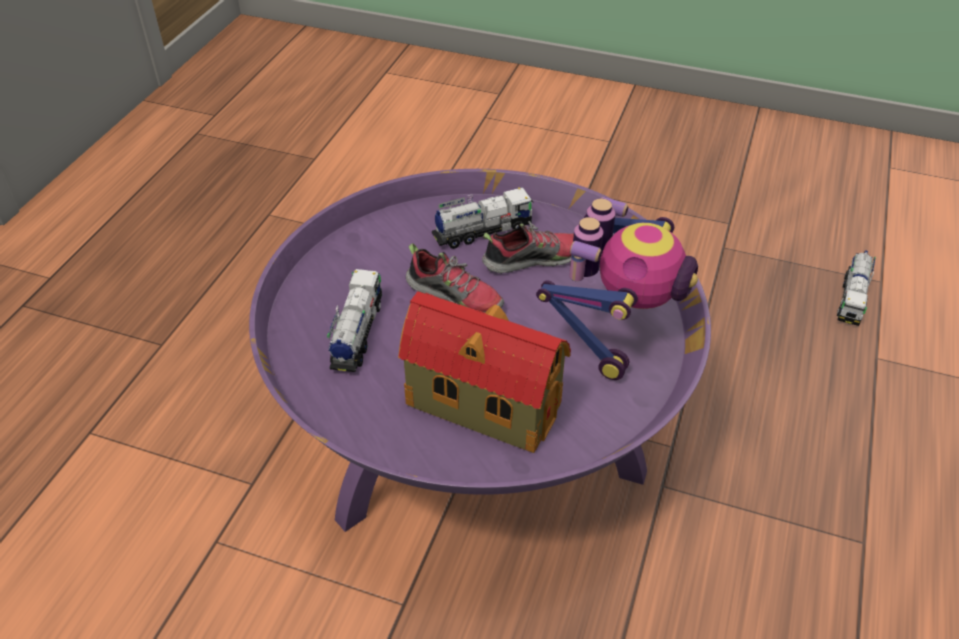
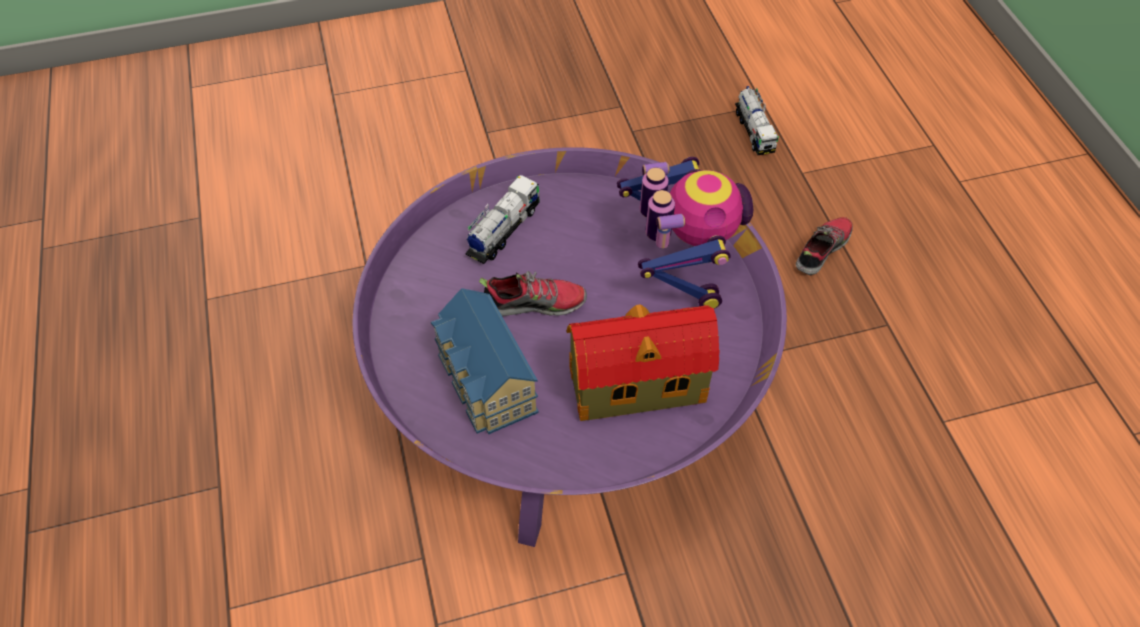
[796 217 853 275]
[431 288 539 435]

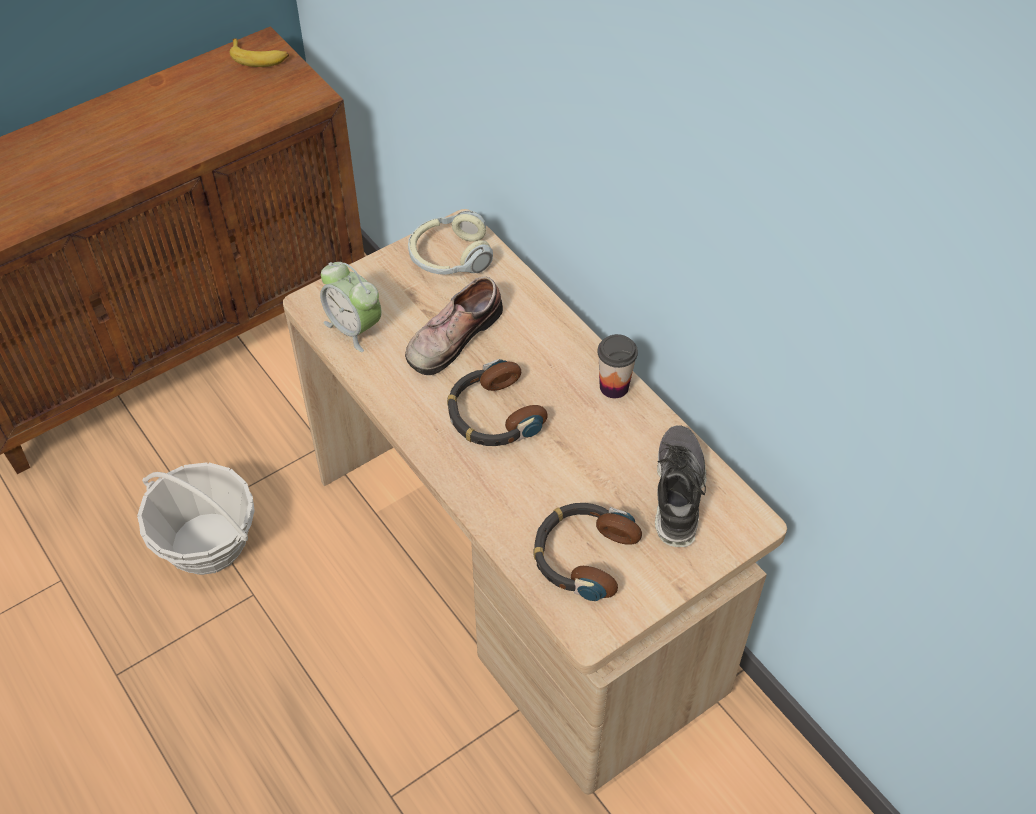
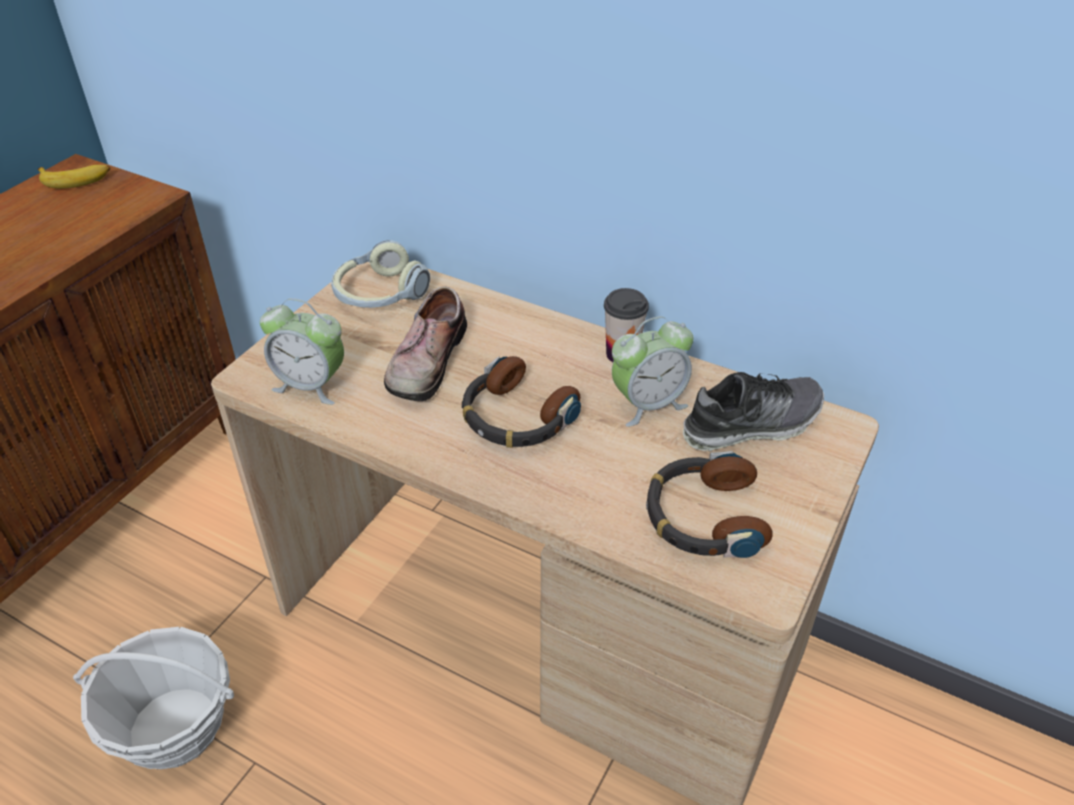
[612 316 694 427]
[683 372 824 451]

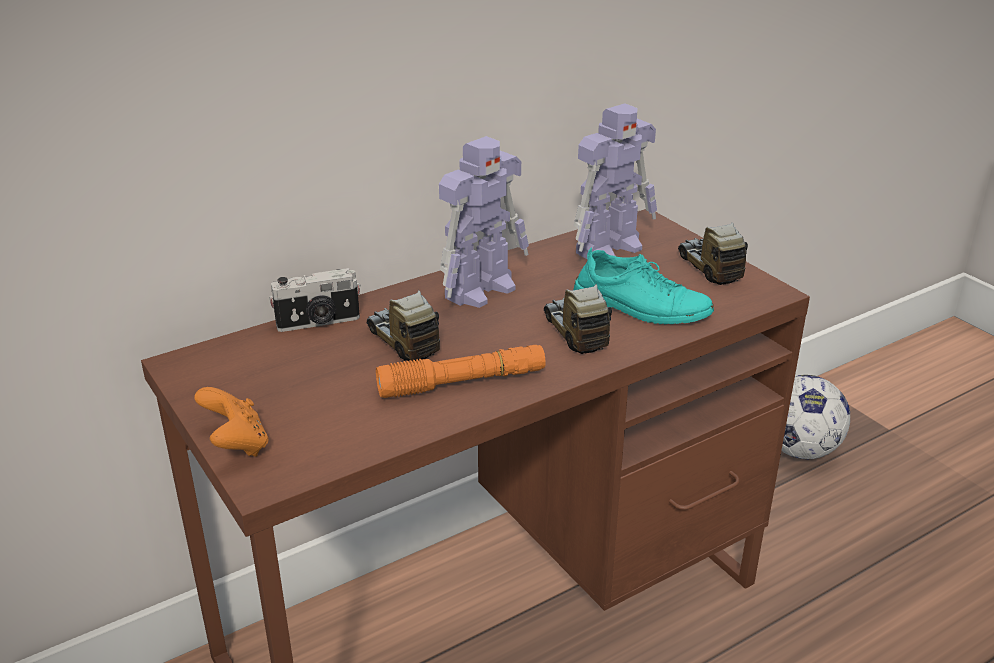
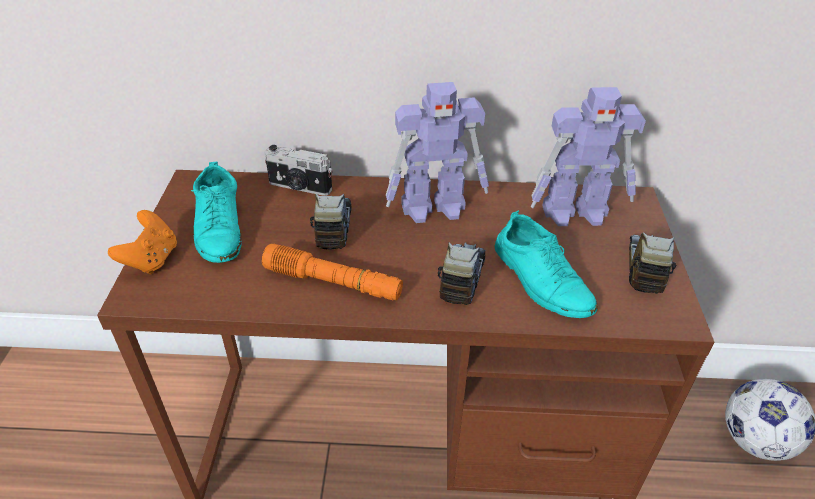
[191 161 242 263]

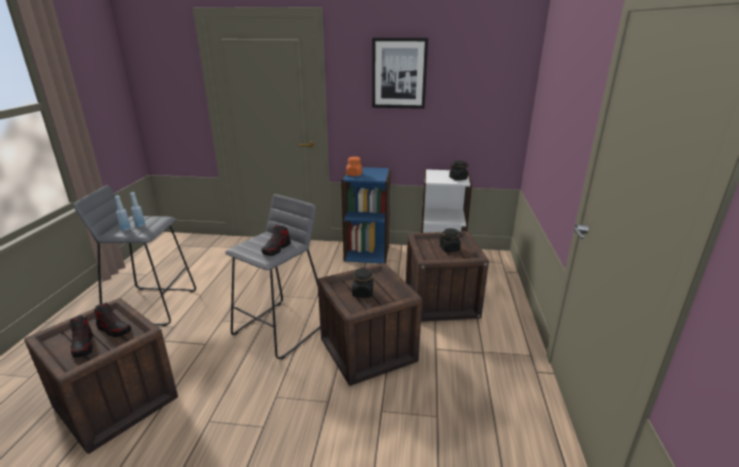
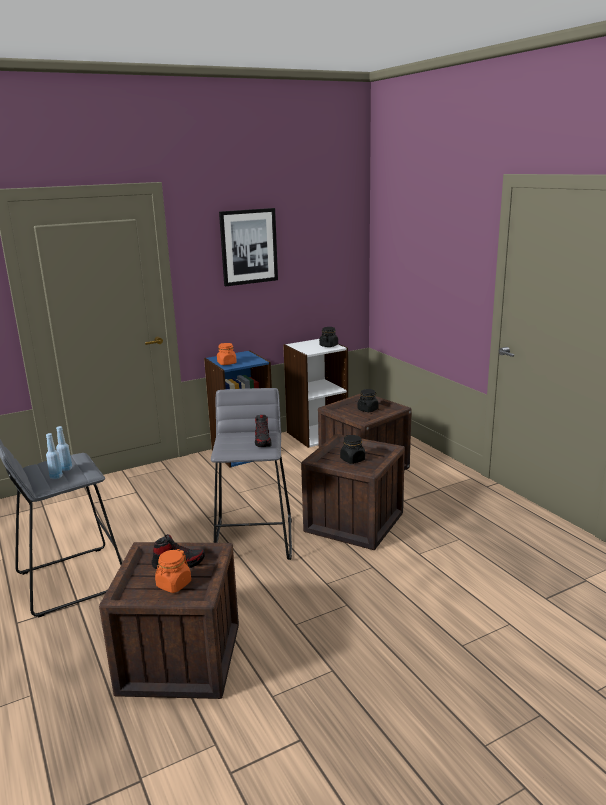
[155 549 191 593]

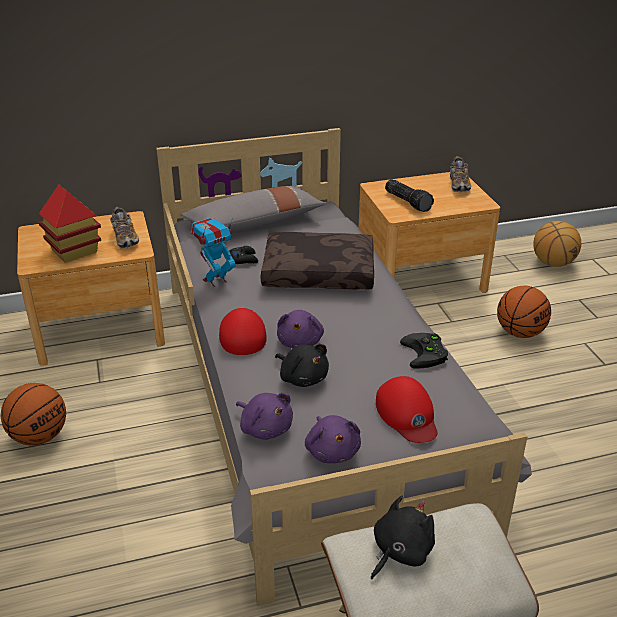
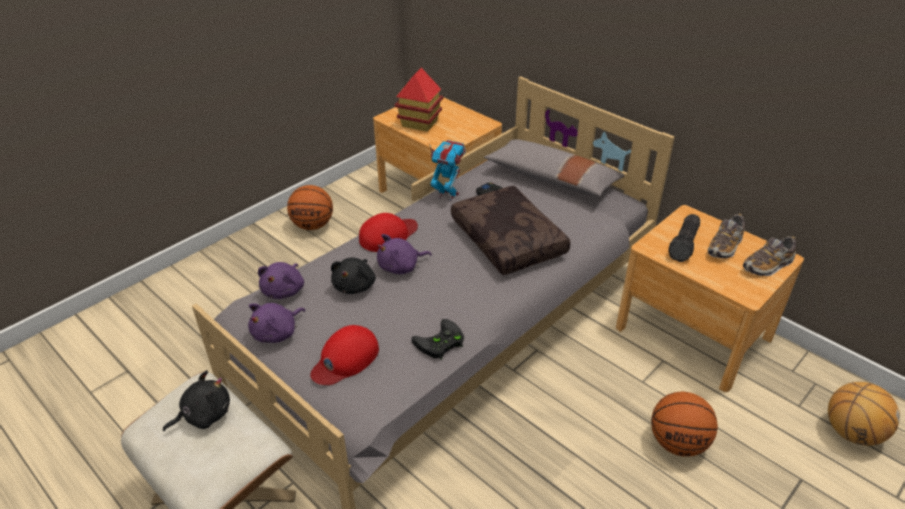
[708 213 745 259]
[163 370 230 431]

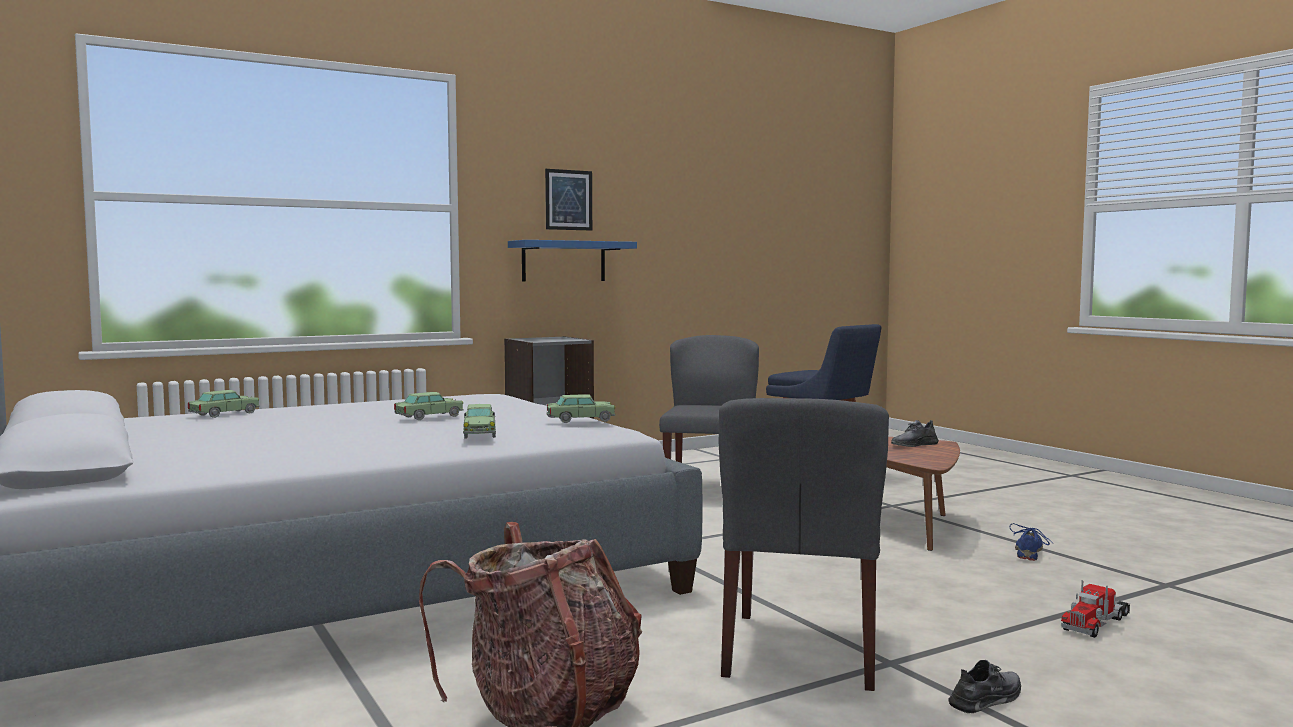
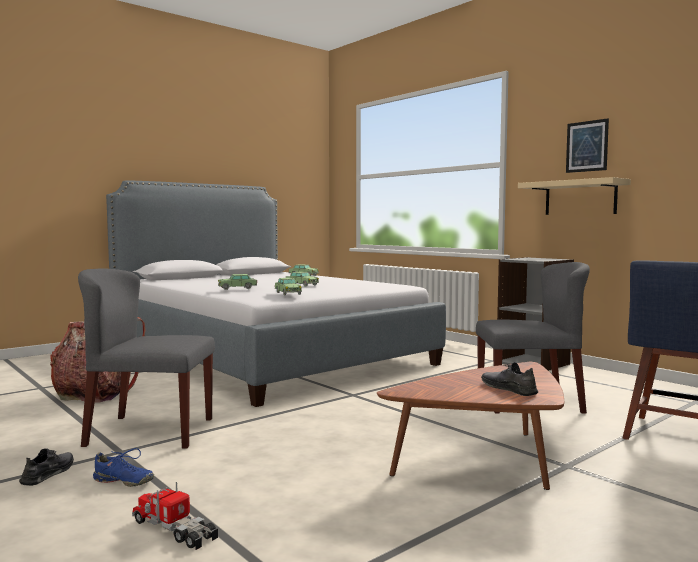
[93 448 154 487]
[518 177 631 215]
[19 448 74 486]

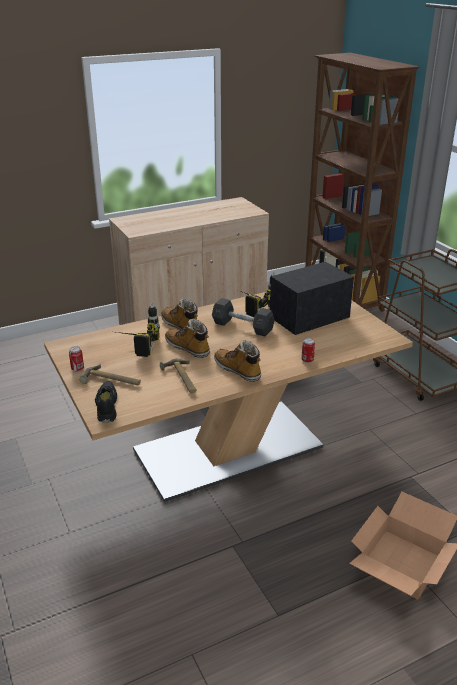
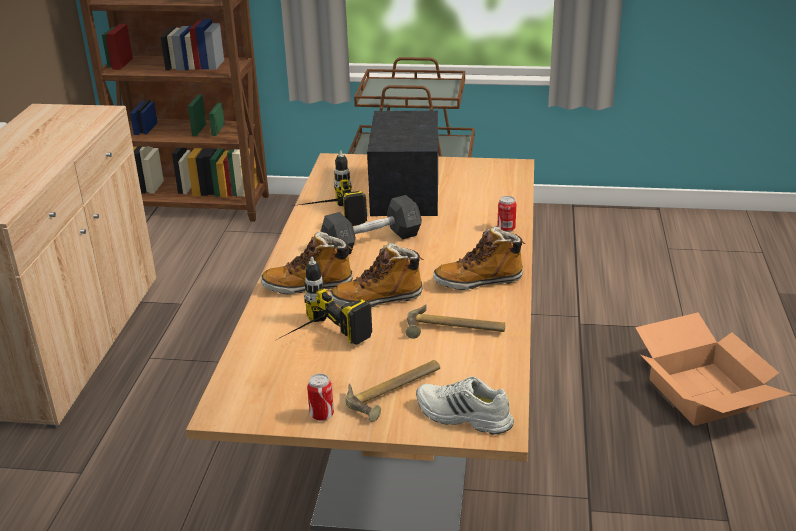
[416 376 514 434]

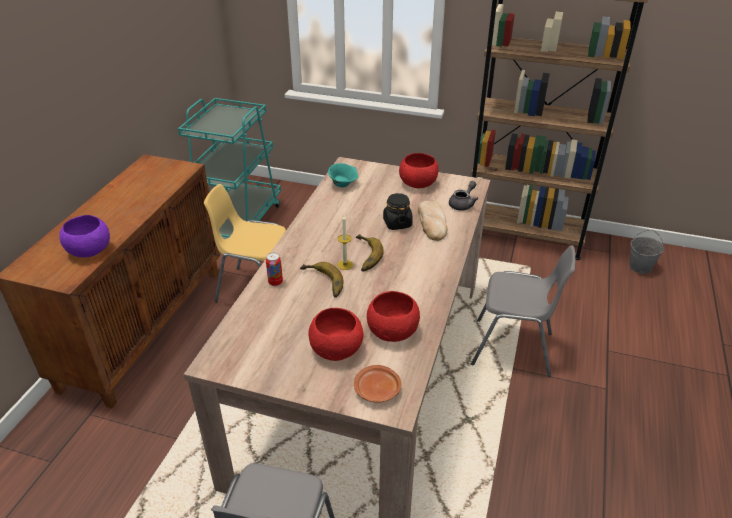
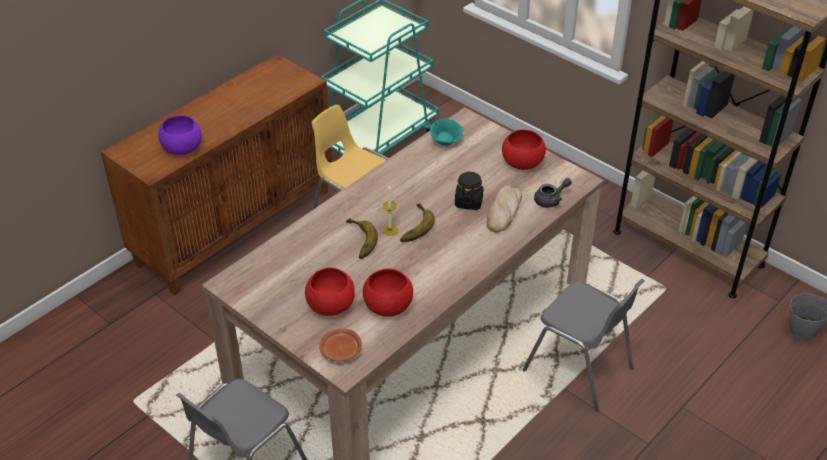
[266 253 283 286] (first image)

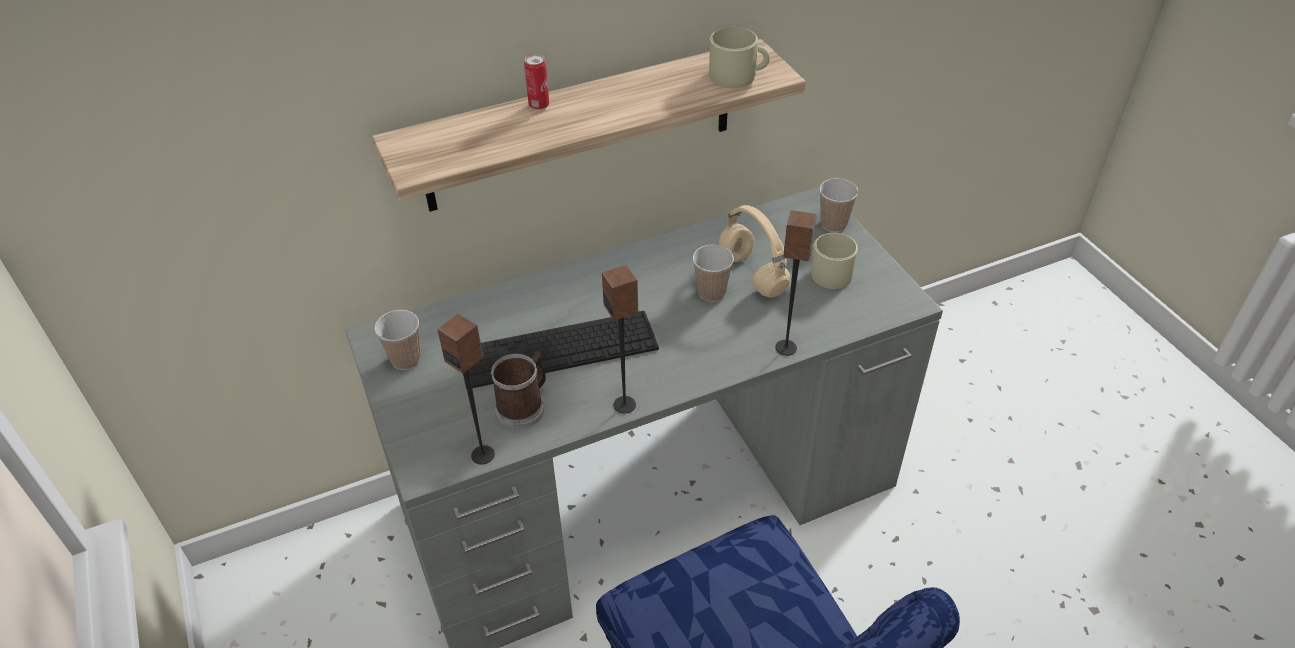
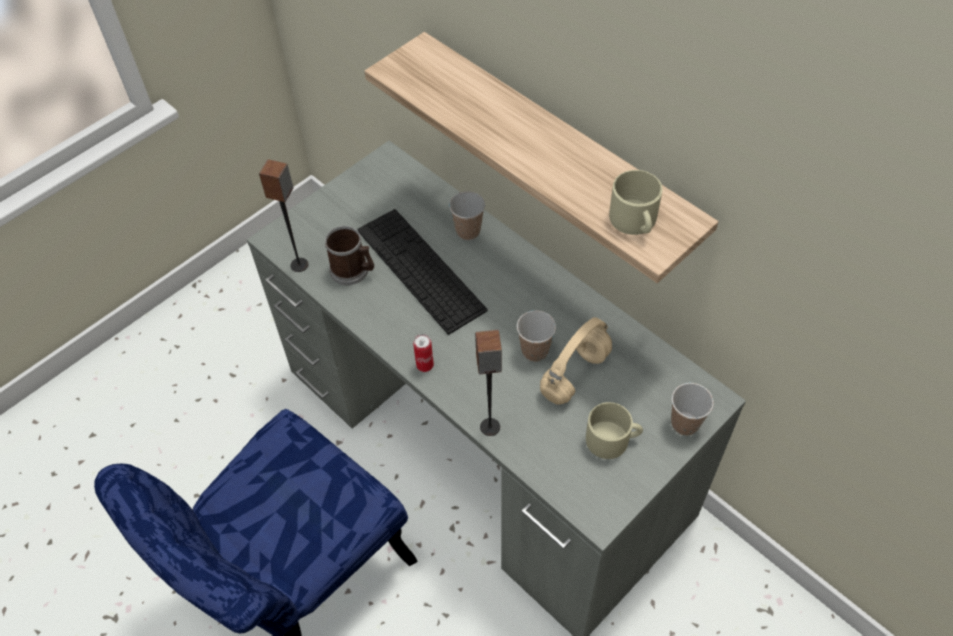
[602 265 638 414] (first image)
[449 191 485 240]
[413 334 434 372]

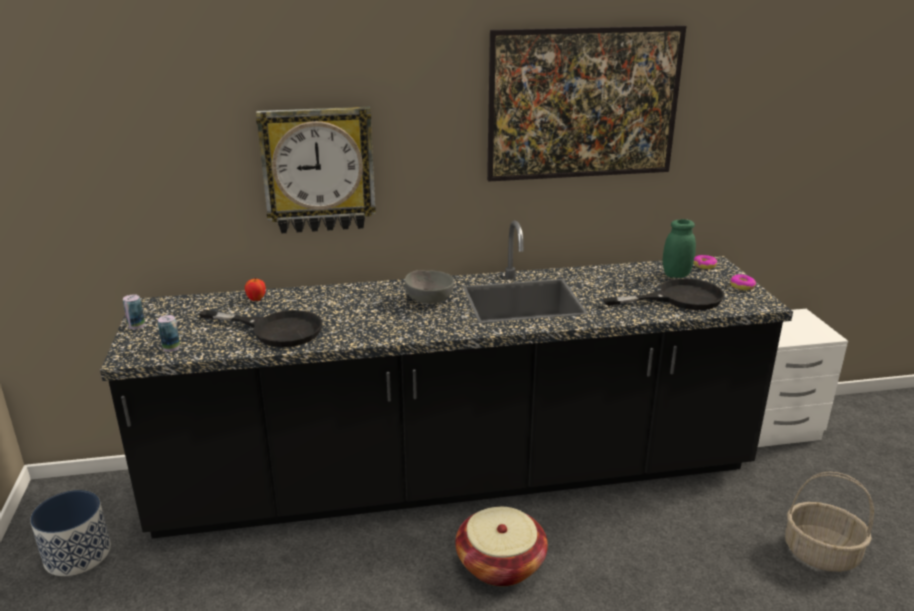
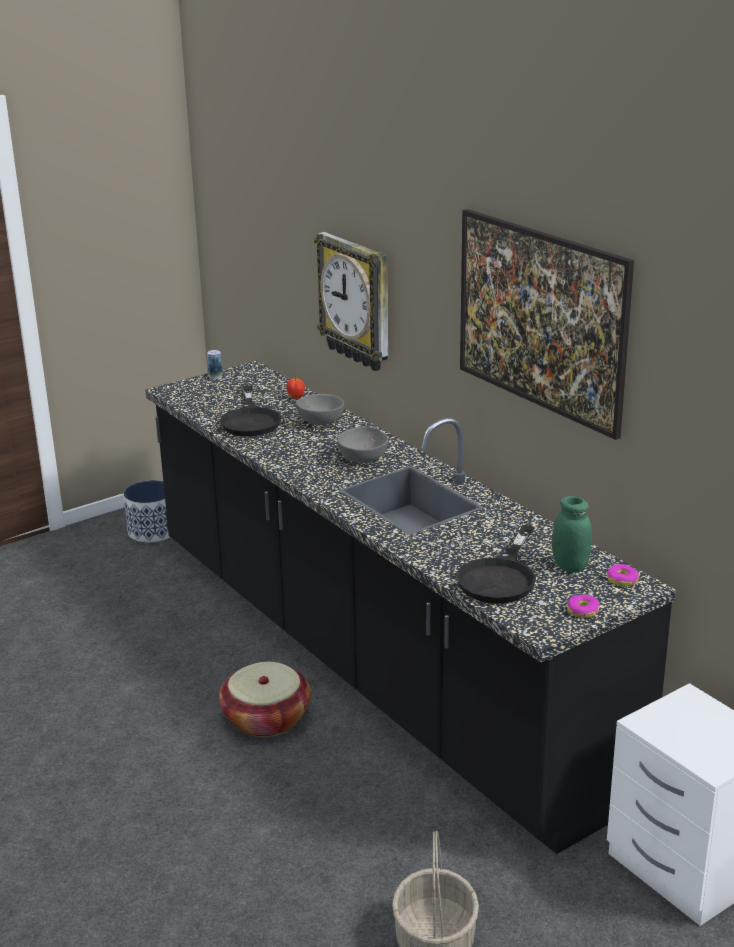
[158 315 180 352] (first image)
[296 394 344 425]
[457 525 536 604]

